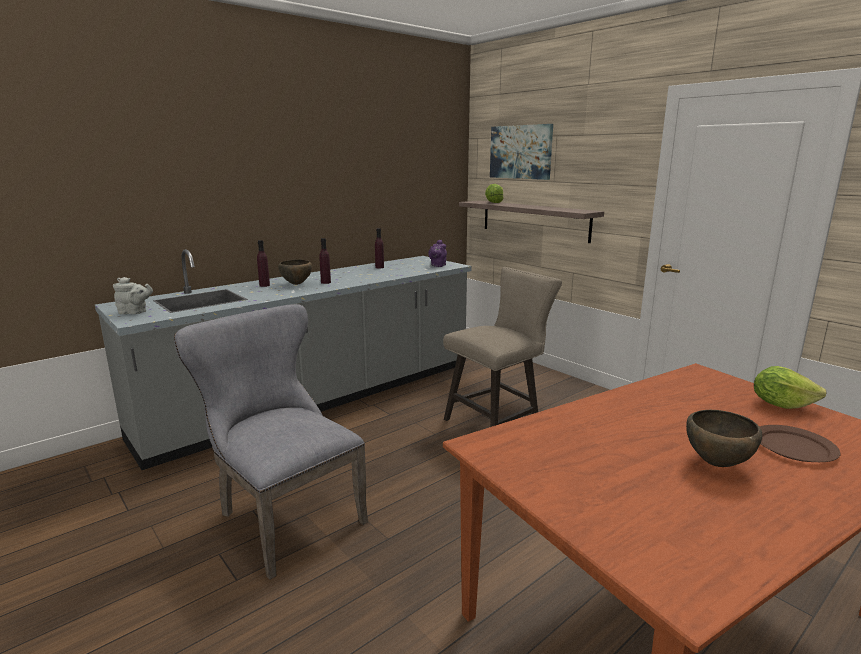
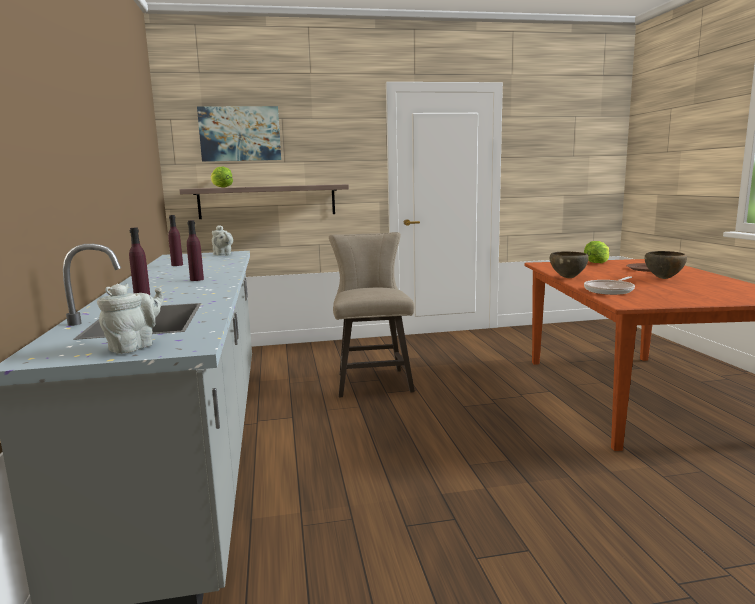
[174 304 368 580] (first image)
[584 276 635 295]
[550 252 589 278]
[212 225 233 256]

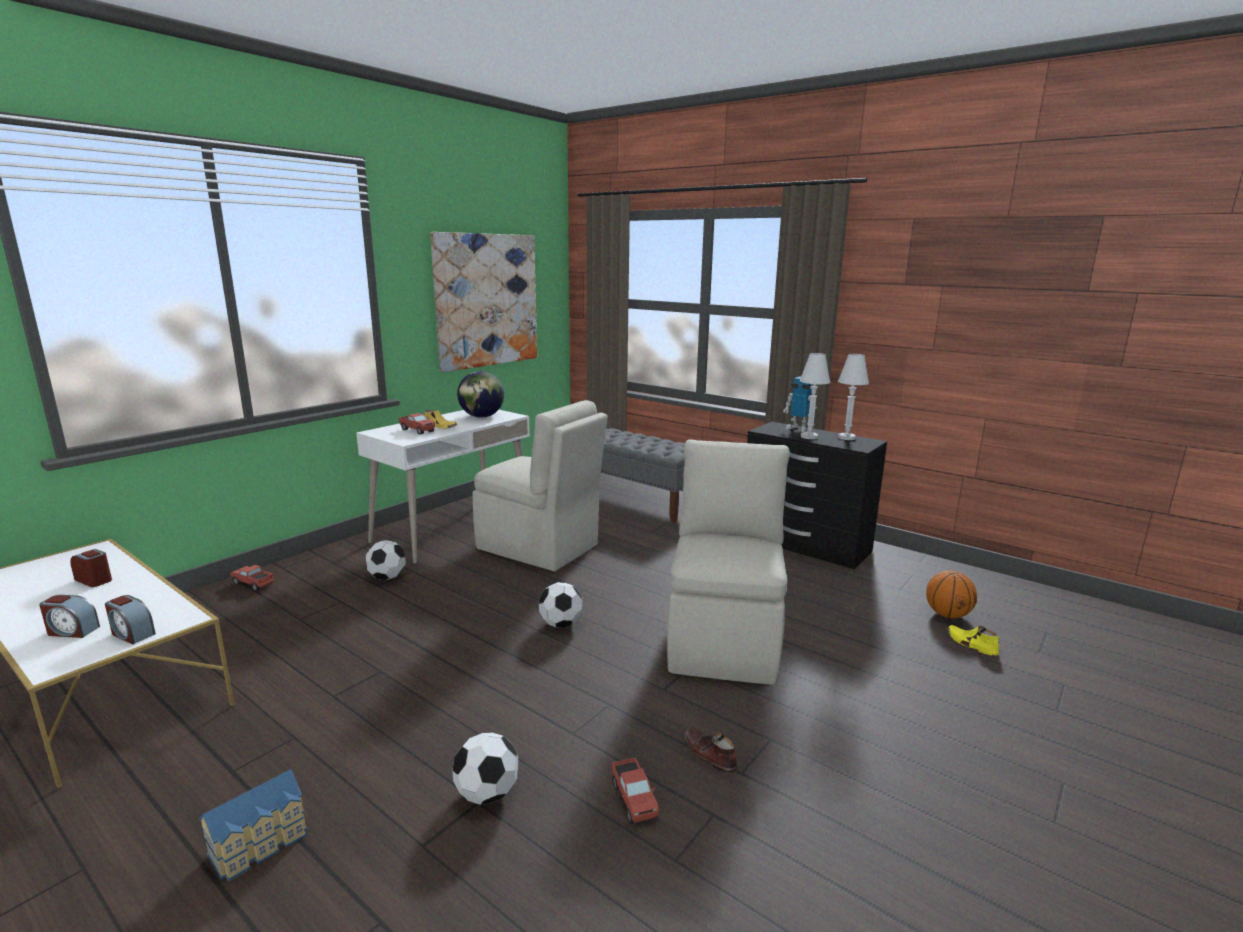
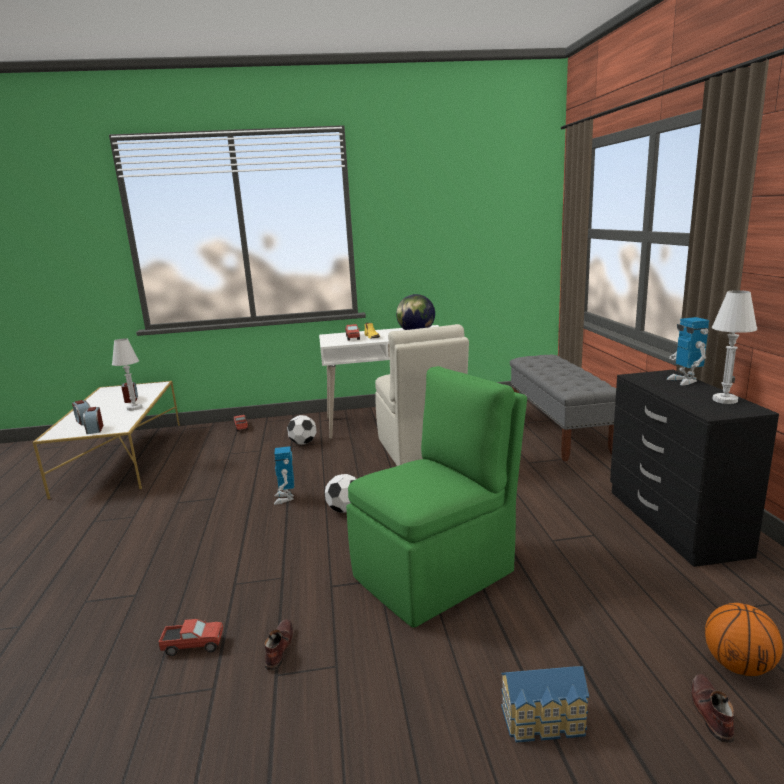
[430 232 537 372] (first image)
[452 733 518 805] (first image)
[274 446 294 504]
[501 666 589 743]
[112 338 142 411]
[346 366 527 628]
[691 674 734 743]
[159 619 223 656]

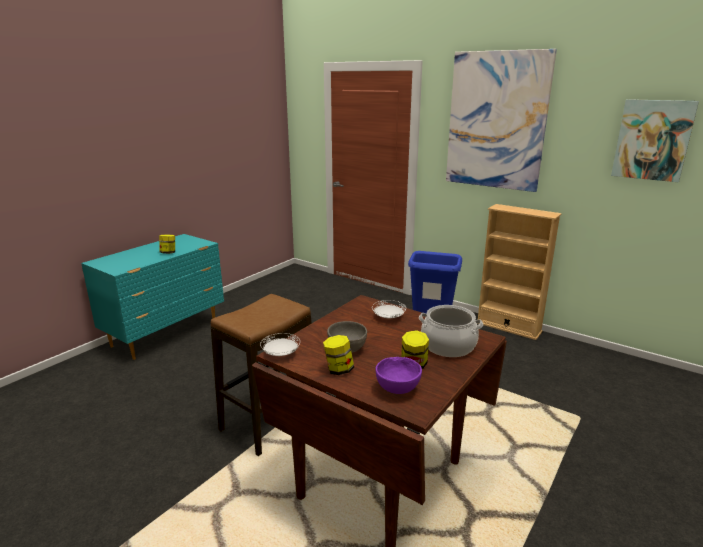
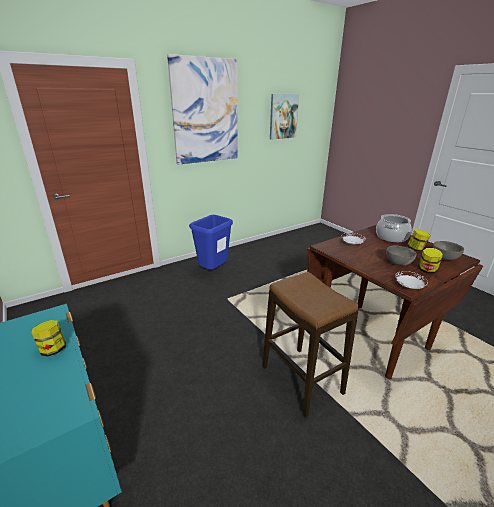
[477 204 562 340] (first image)
[433 241 464 260]

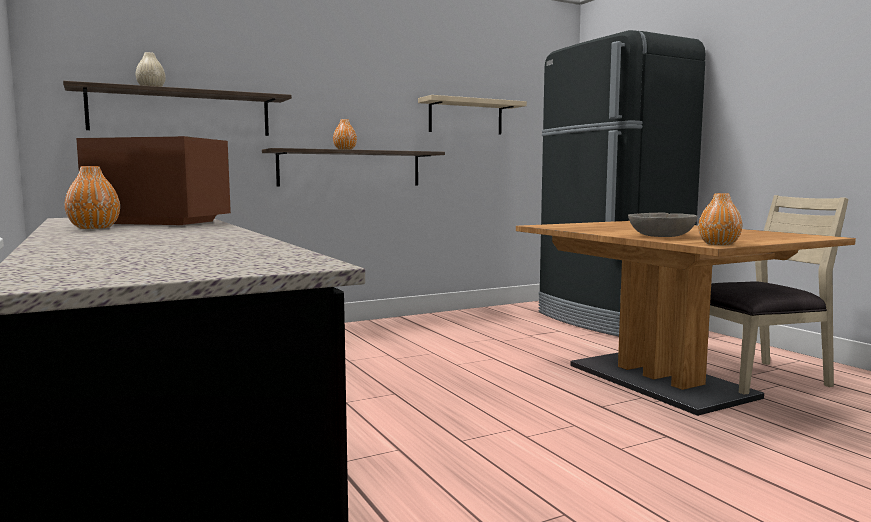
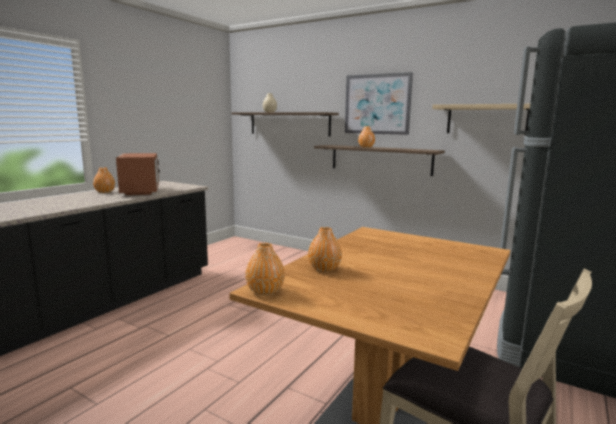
[345 72 413 135]
[308 227 342 272]

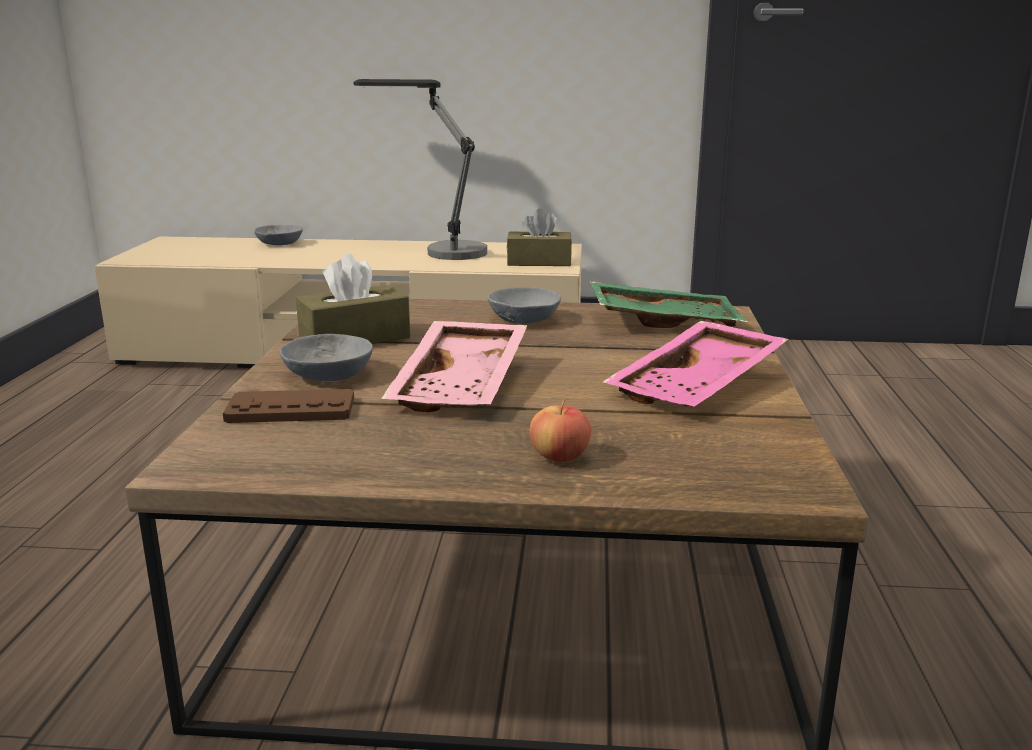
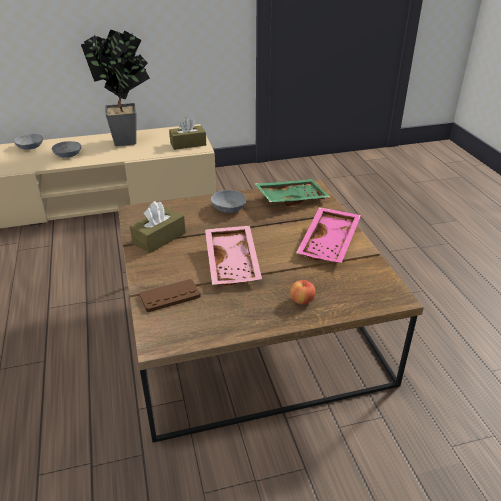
[52 141 81 158]
[81 29 150 146]

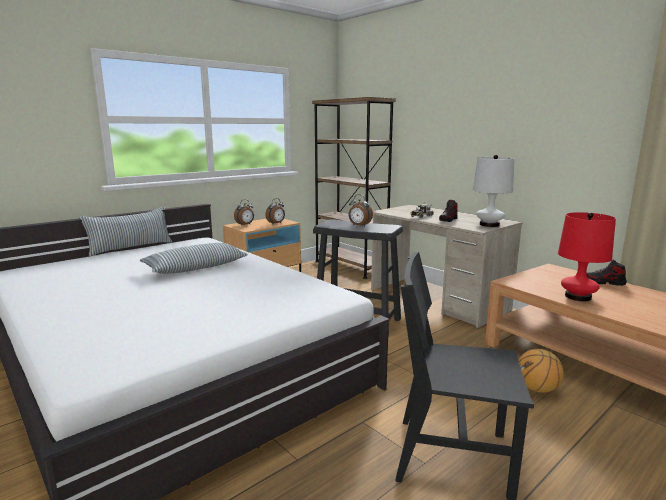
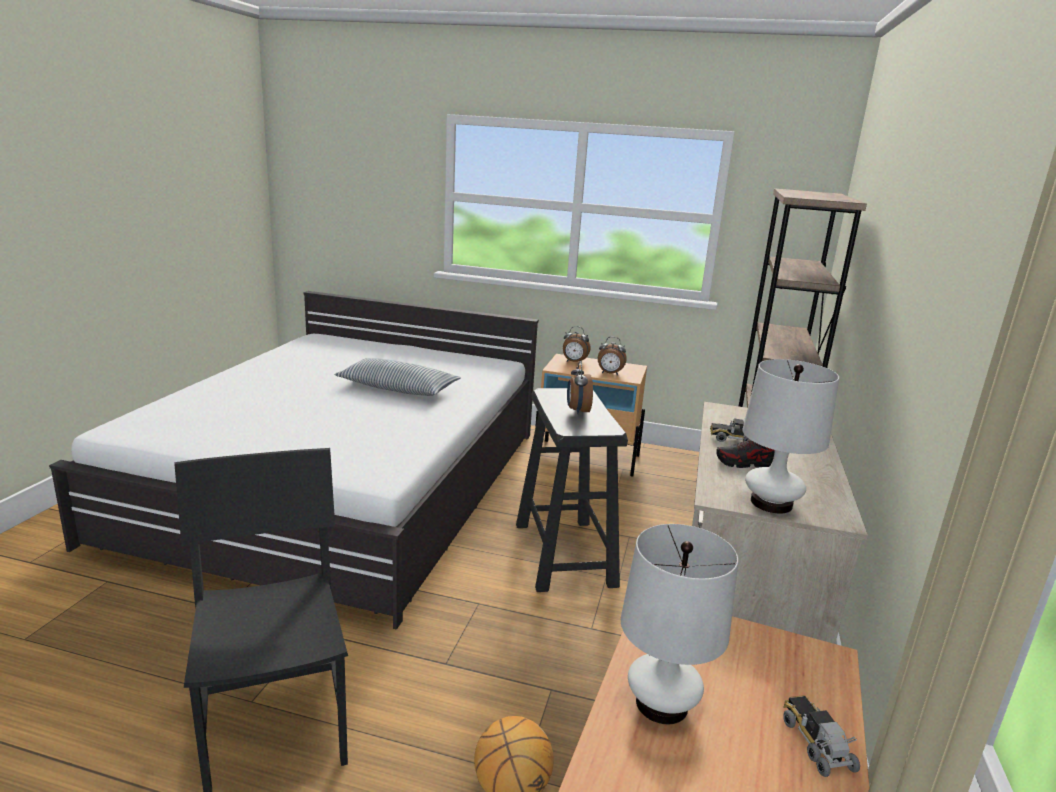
[80 207 172 257] (first image)
[783 695 860 777]
[621 524 738 724]

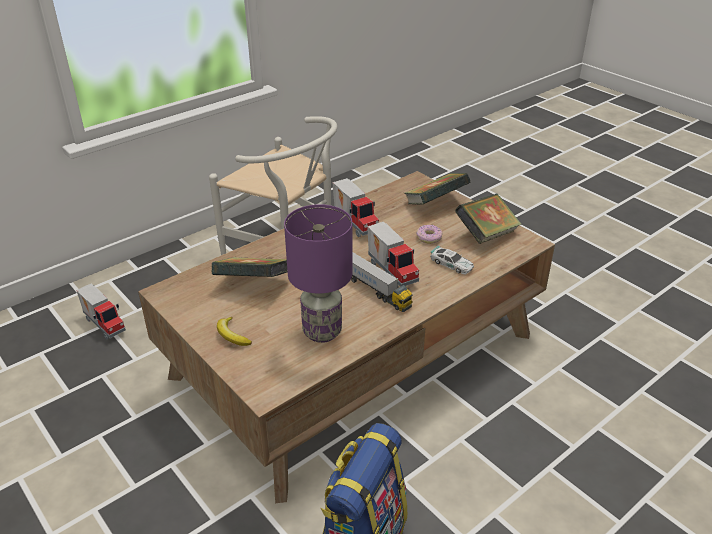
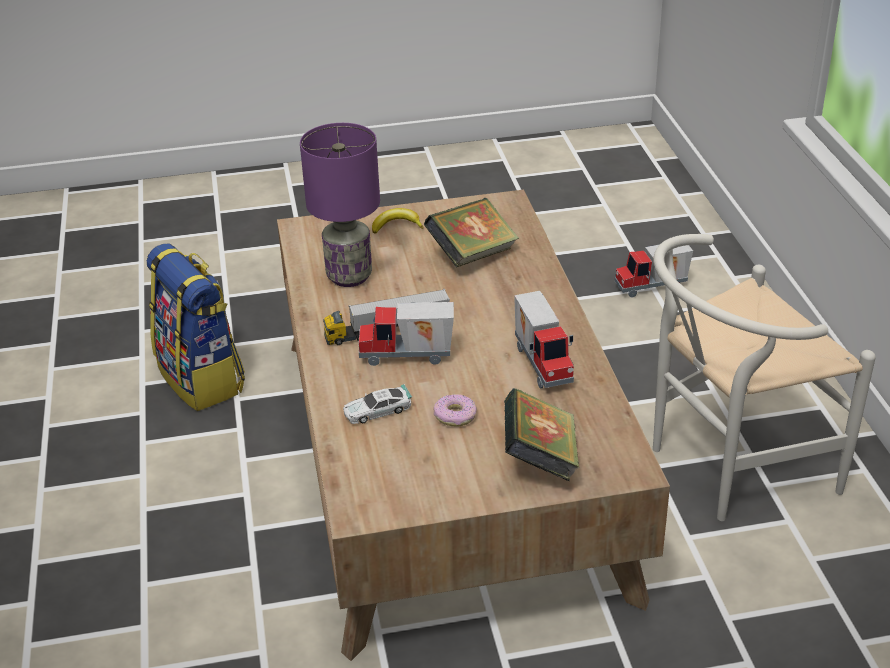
[455 194 521 244] (first image)
[514 291 574 389]

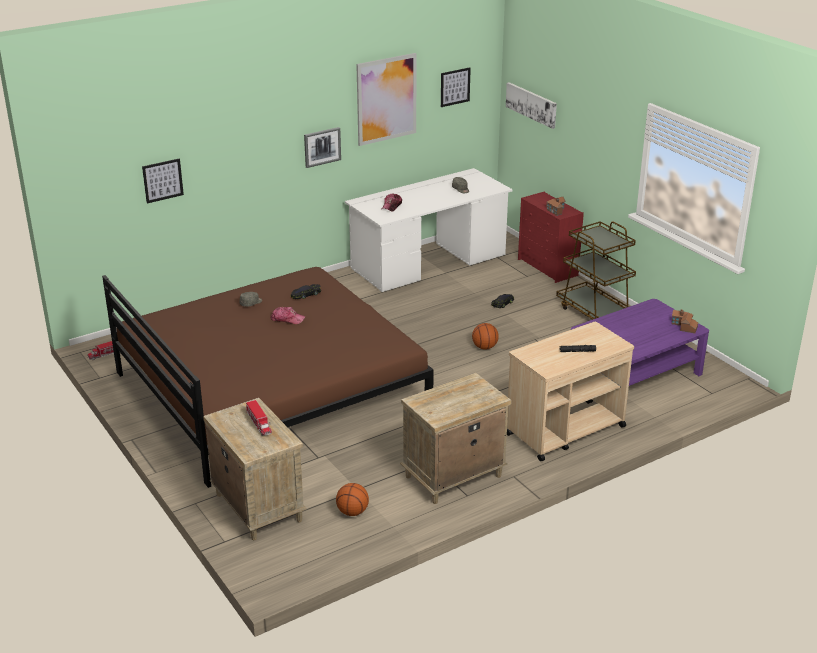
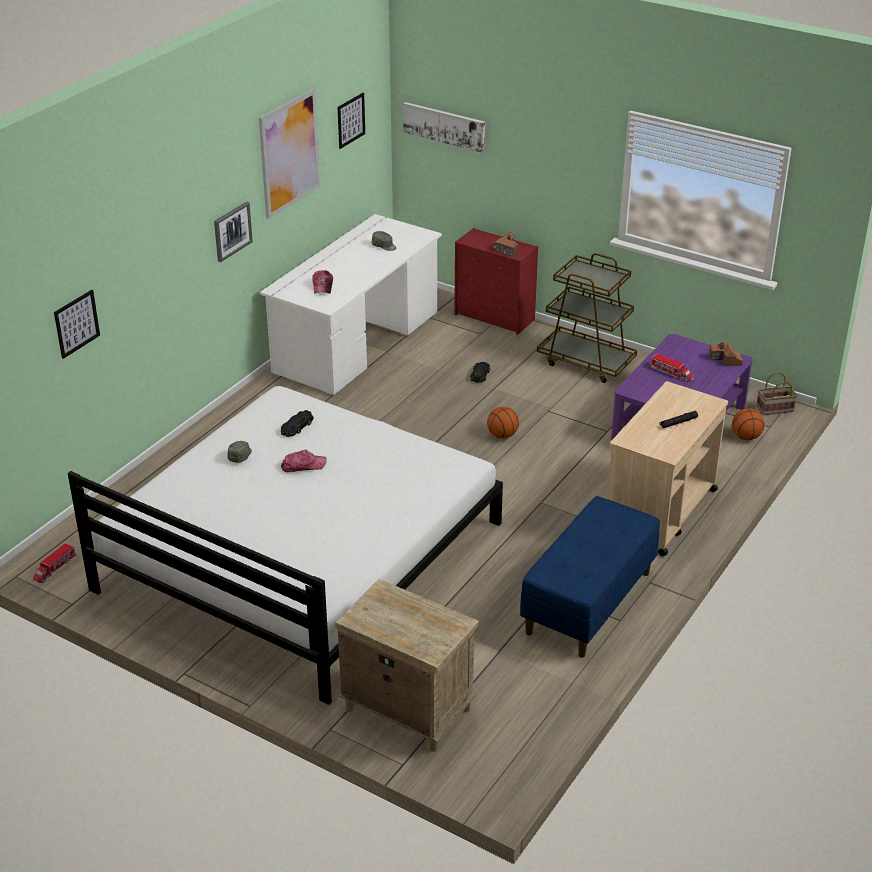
[756 372 797 415]
[650 353 694 382]
[732 408 765 440]
[520 496 660 658]
[68 386 503 705]

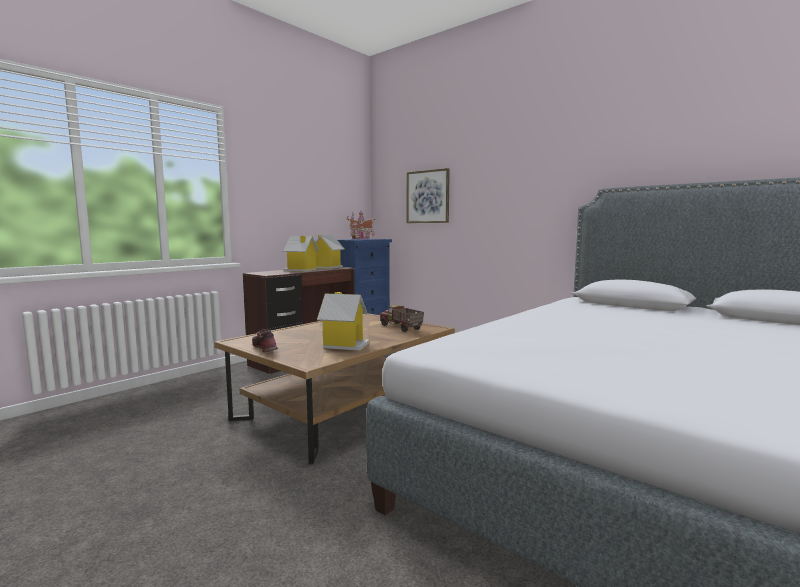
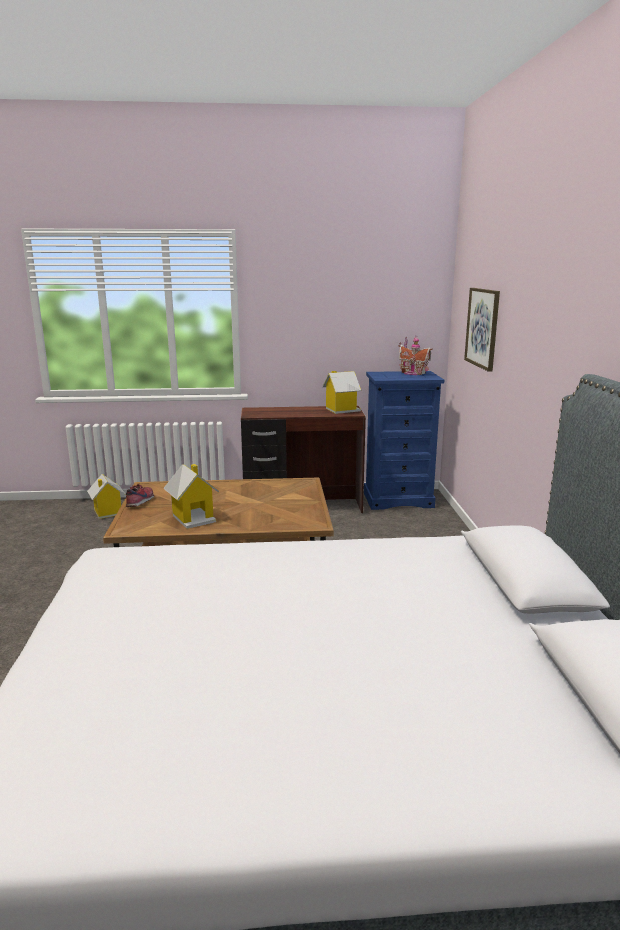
[380 305 424 332] (first image)
[87 474 125 519]

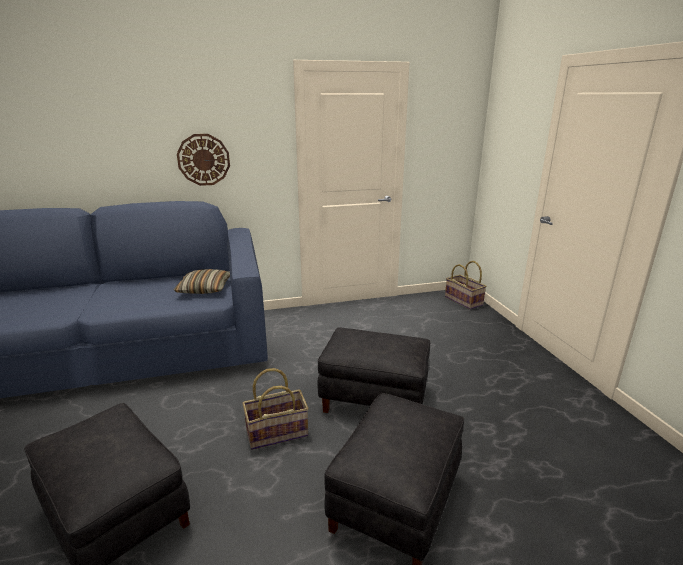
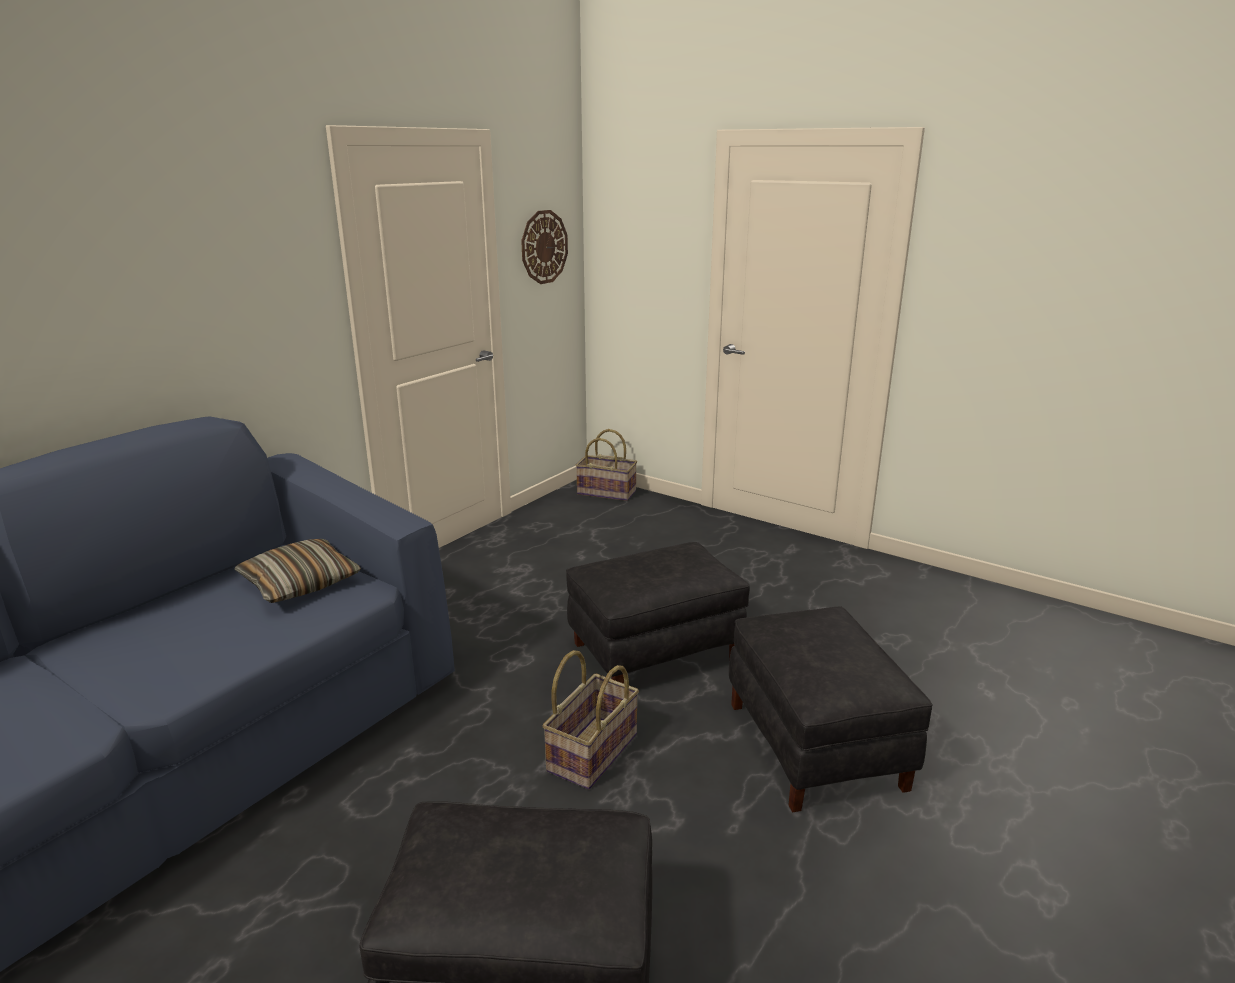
[521 210 568 284]

